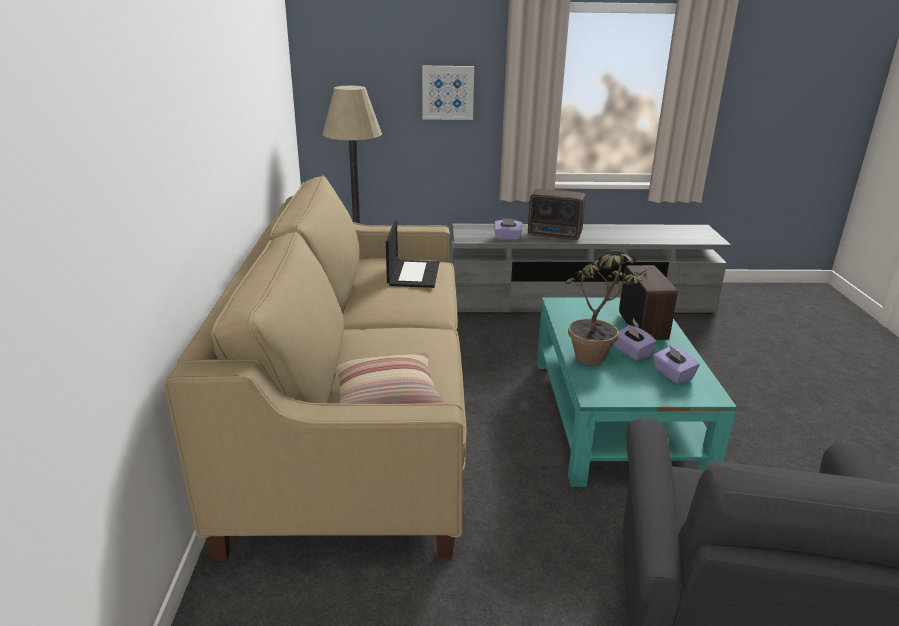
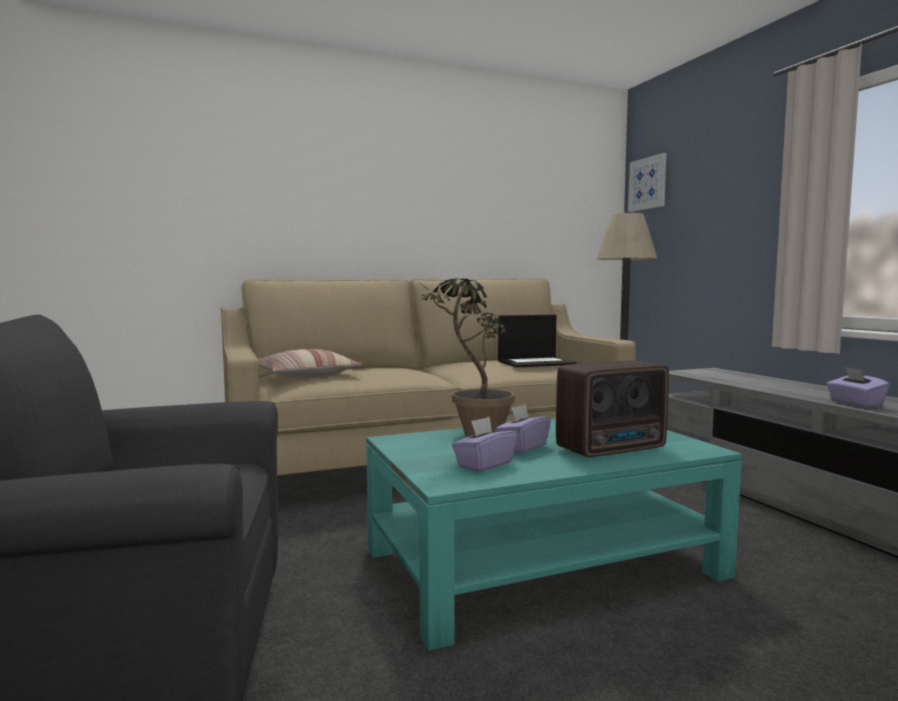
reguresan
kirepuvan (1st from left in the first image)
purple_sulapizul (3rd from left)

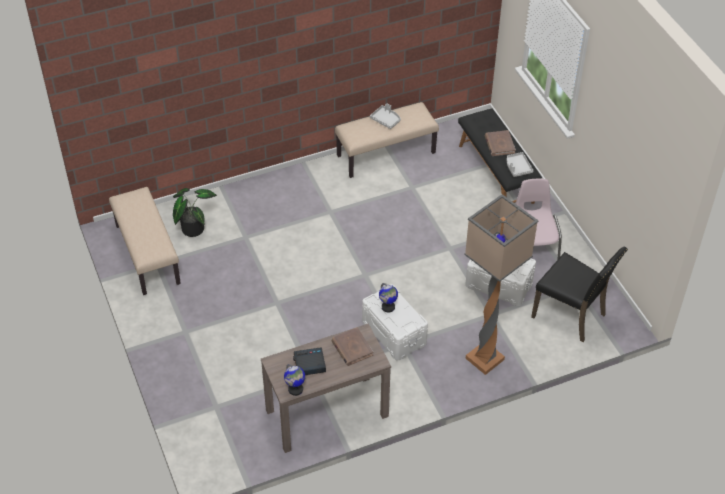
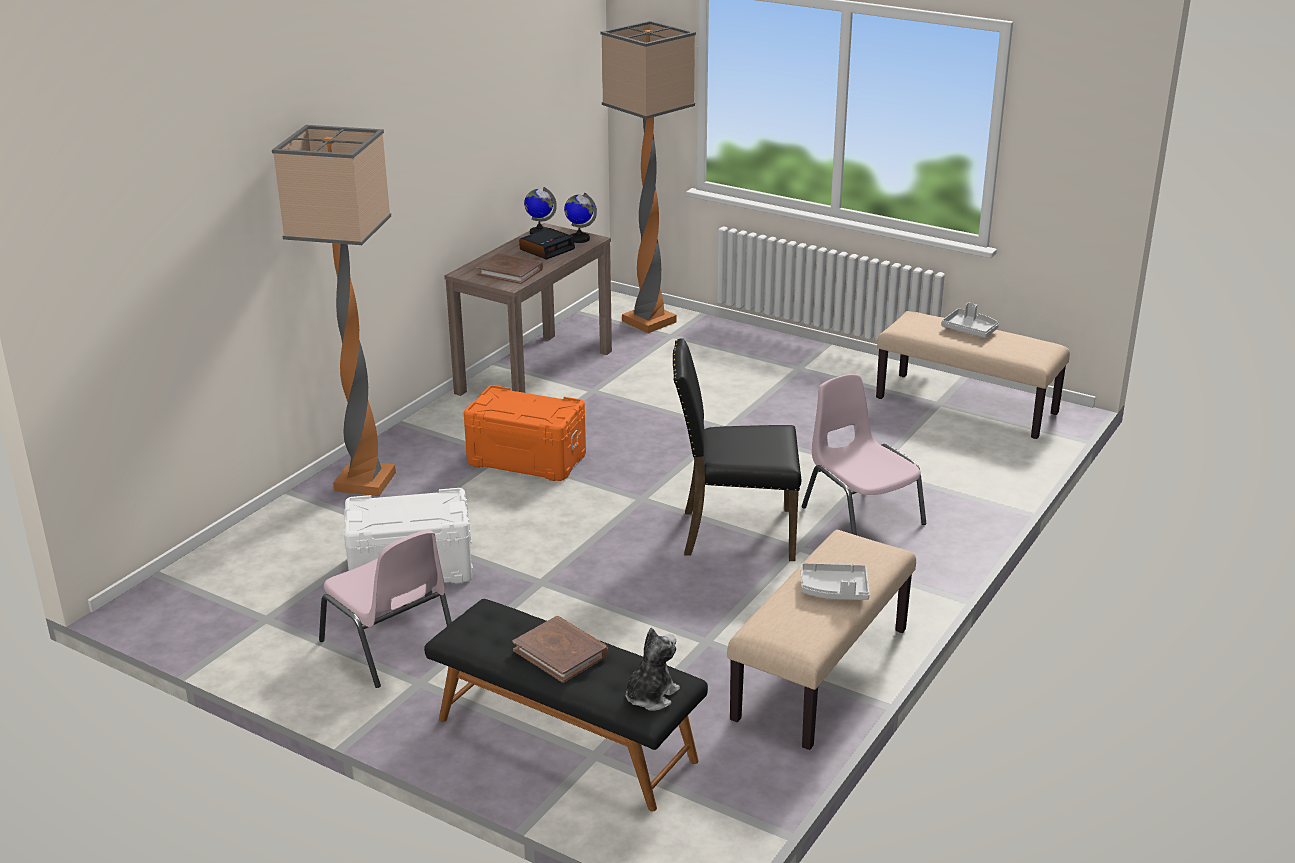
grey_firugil (2nd from left)
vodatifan
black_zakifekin
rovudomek (2nd from left)
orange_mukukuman
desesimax (2nd from left)
pink_zakifekin (2nd from left)
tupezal

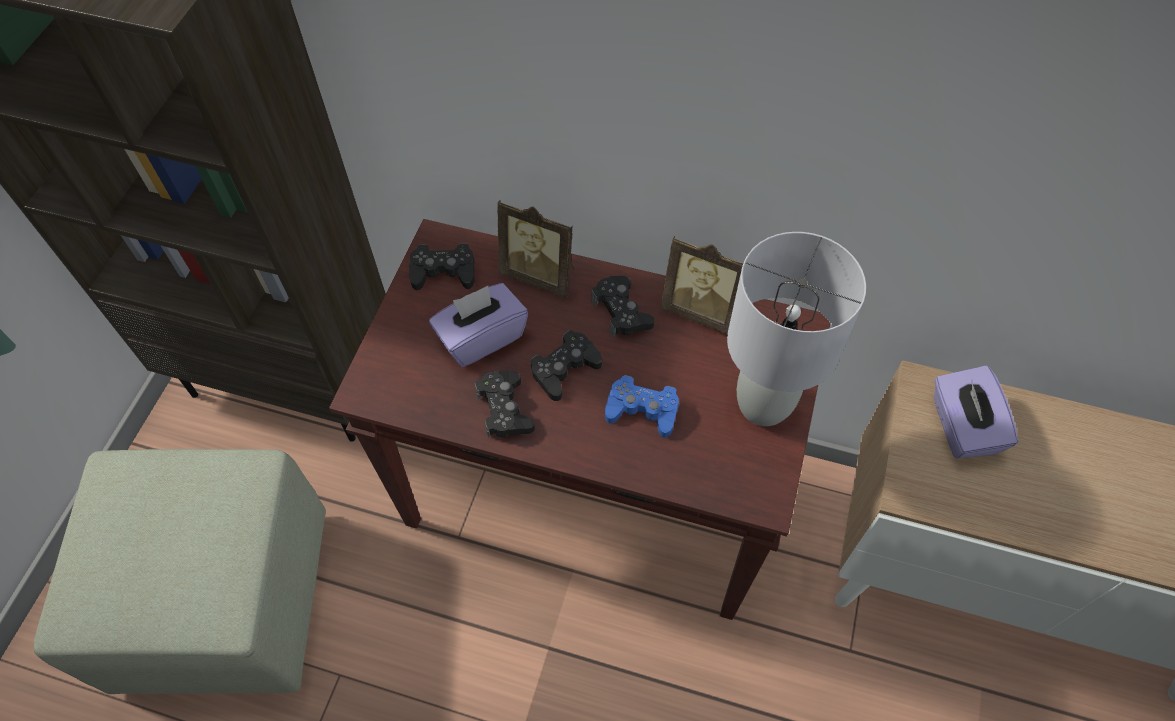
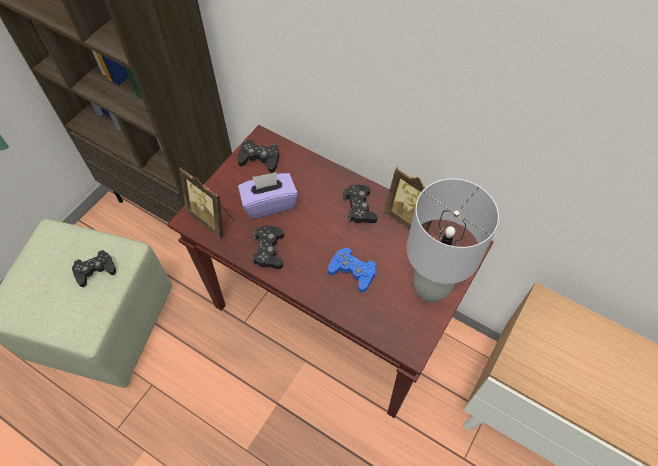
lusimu (1st from left)
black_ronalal (1st from left)
purple_sulapizul (2nd from left in the first image)

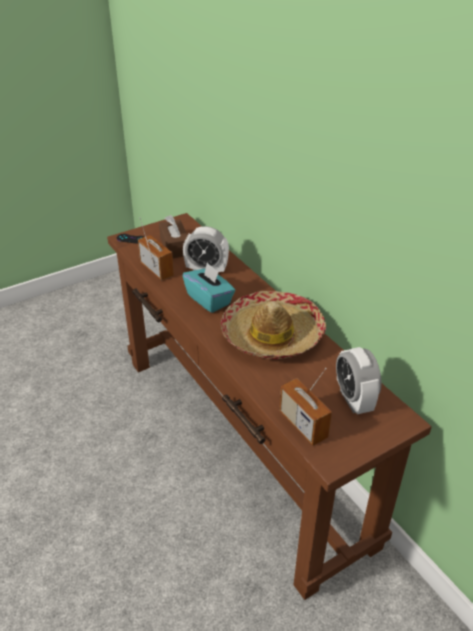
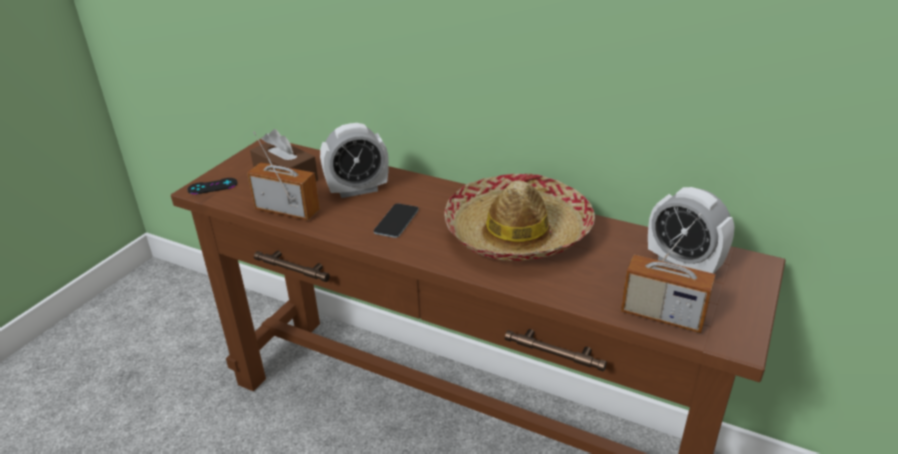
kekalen

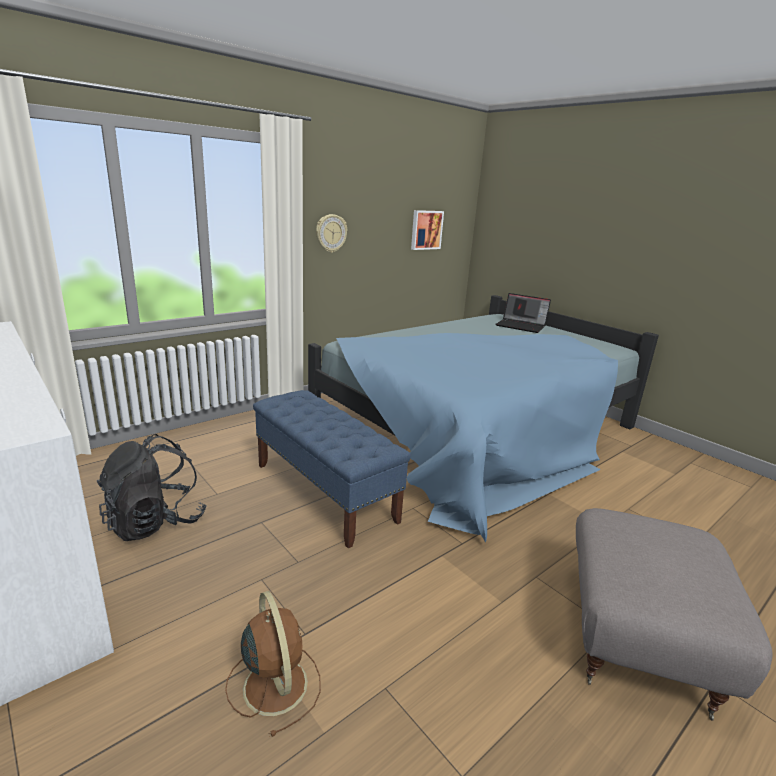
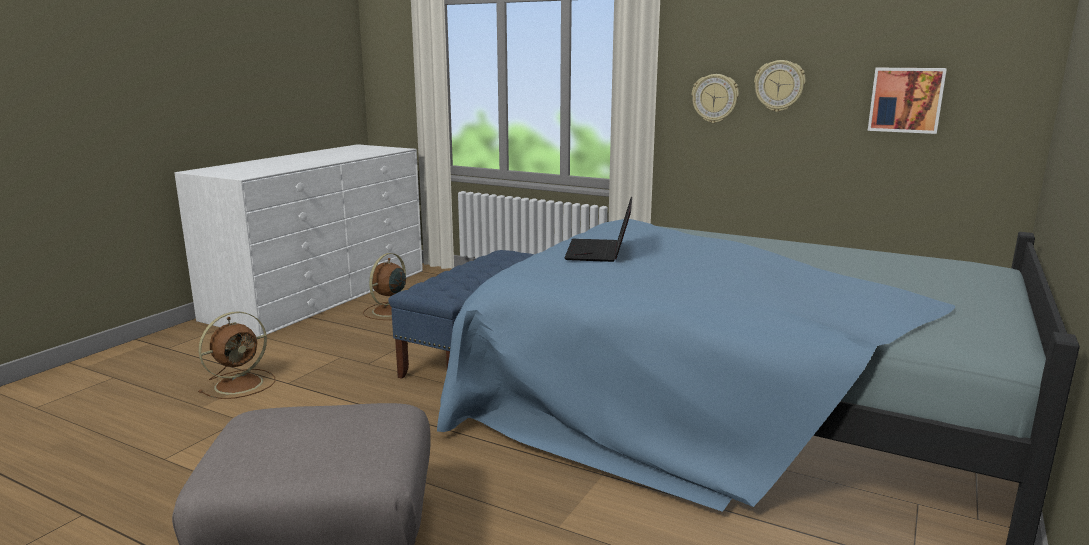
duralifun
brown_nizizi (2nd from left)
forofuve (2nd from left)

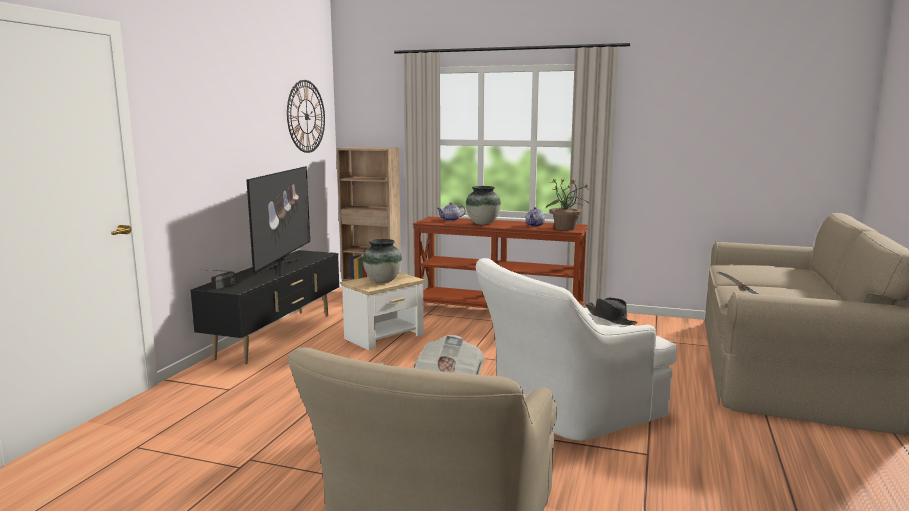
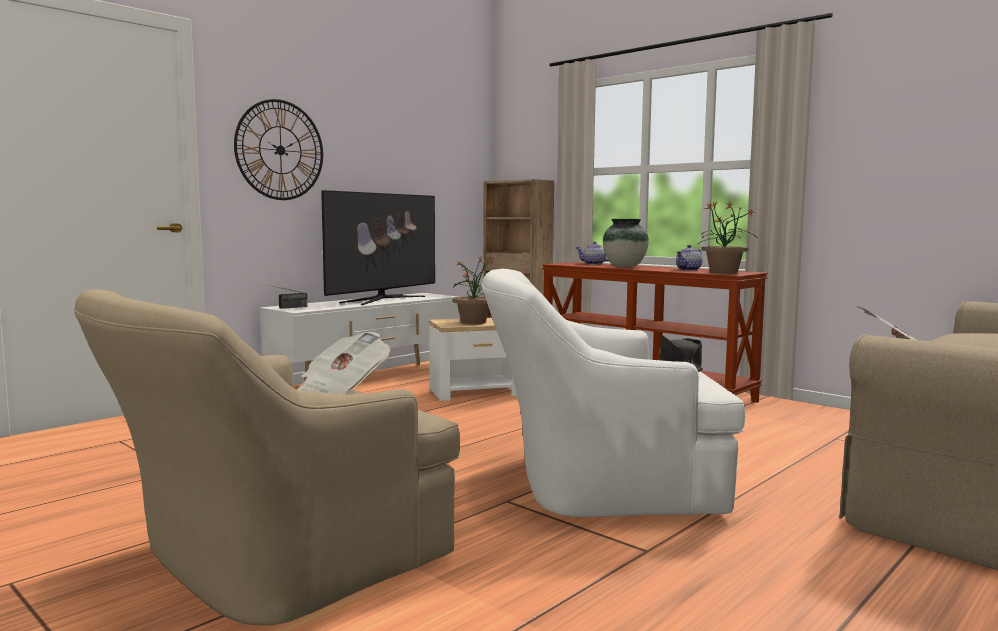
forofuve
vodatifan (1st from left)
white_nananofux

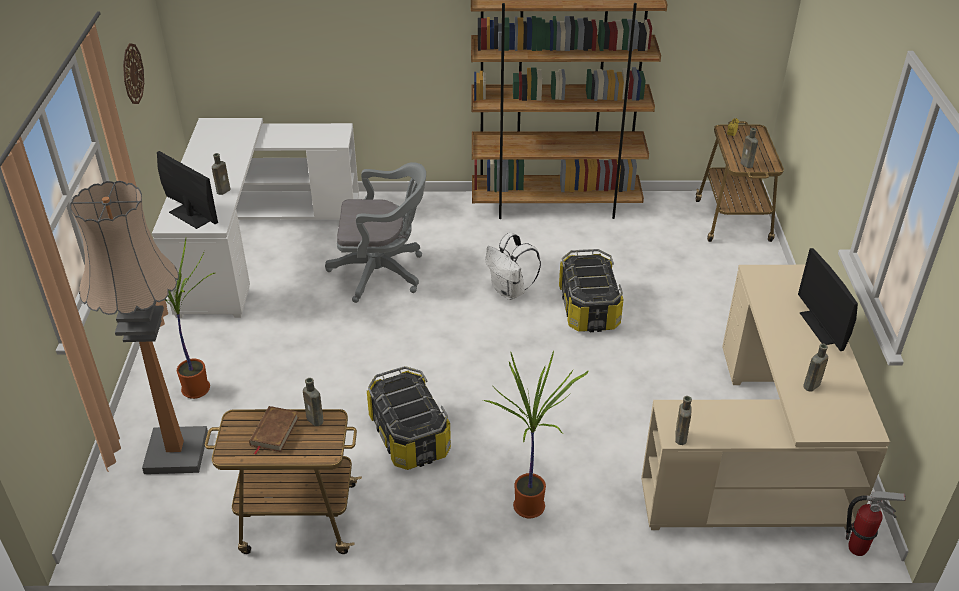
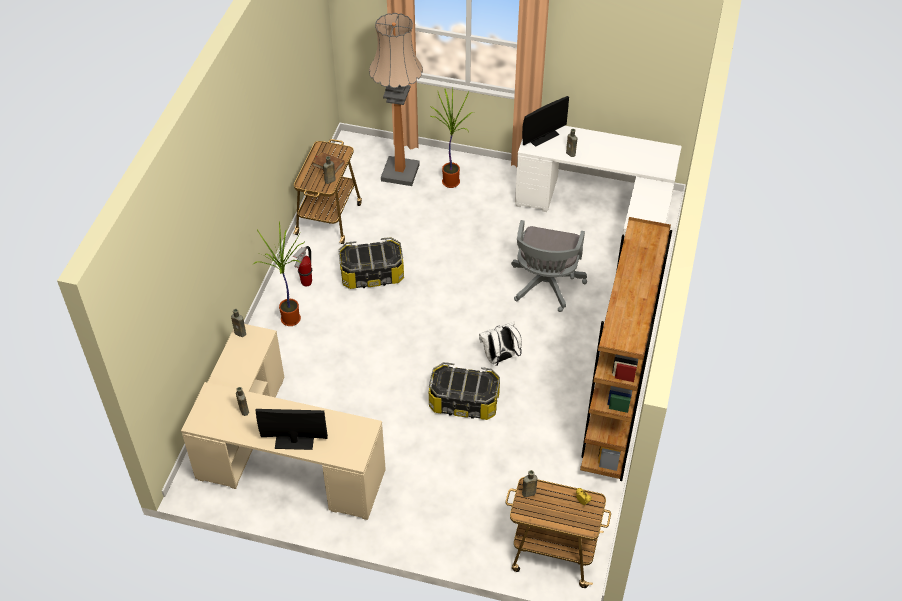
forofuve
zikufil

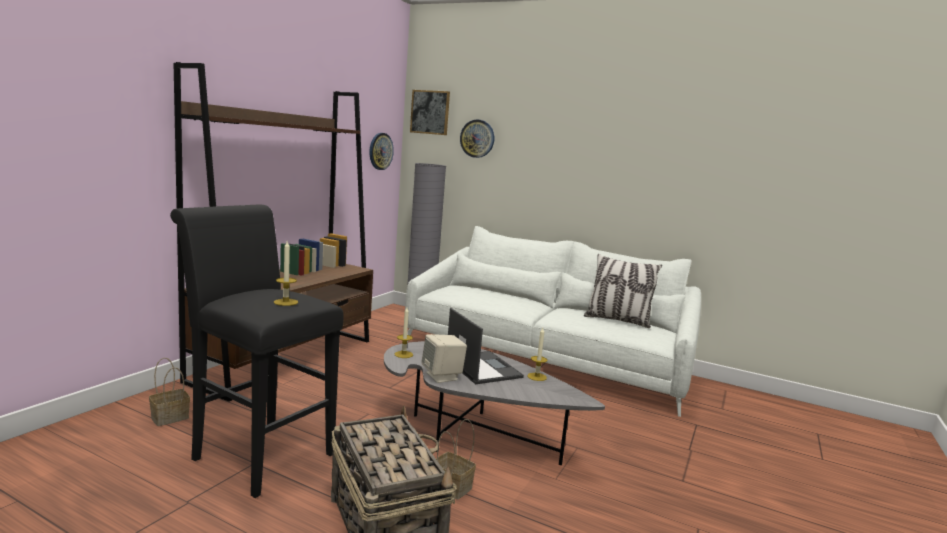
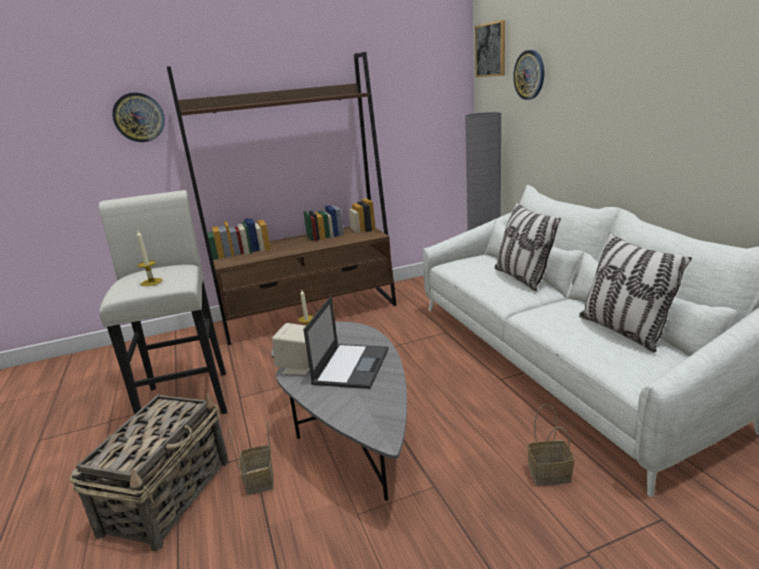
forofuve (1st from left)
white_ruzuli
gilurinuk (3rd from left in the first image)
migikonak (3rd from left)
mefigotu (1st from left)

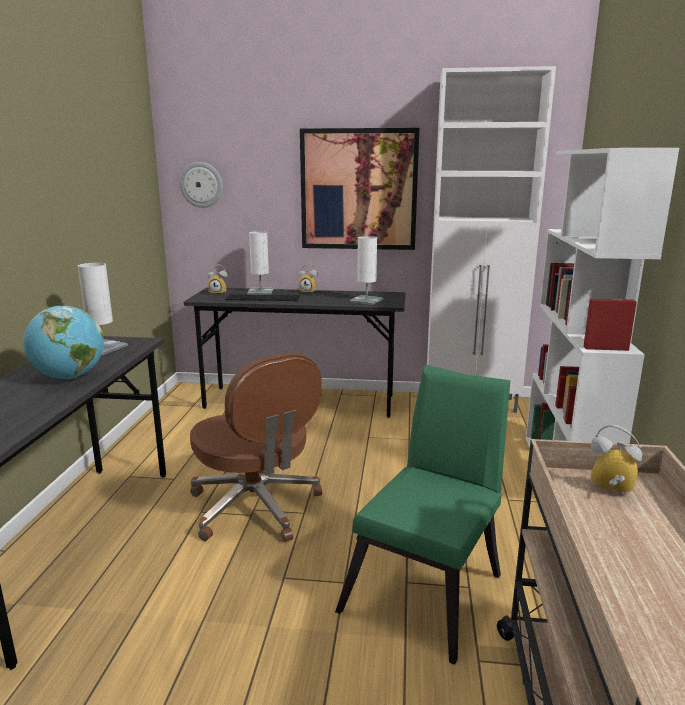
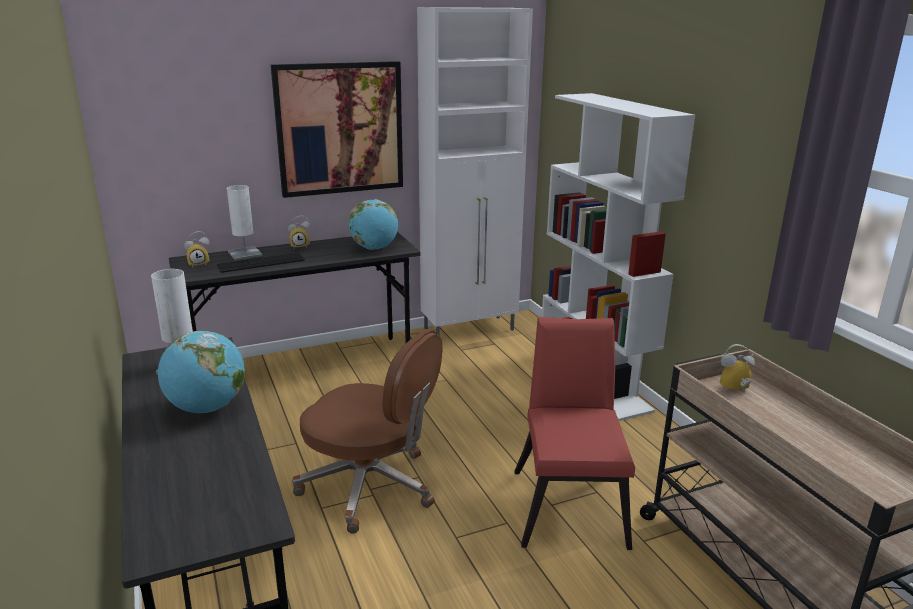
forofuve
rovudomek (2nd from left)
red_zakifekin

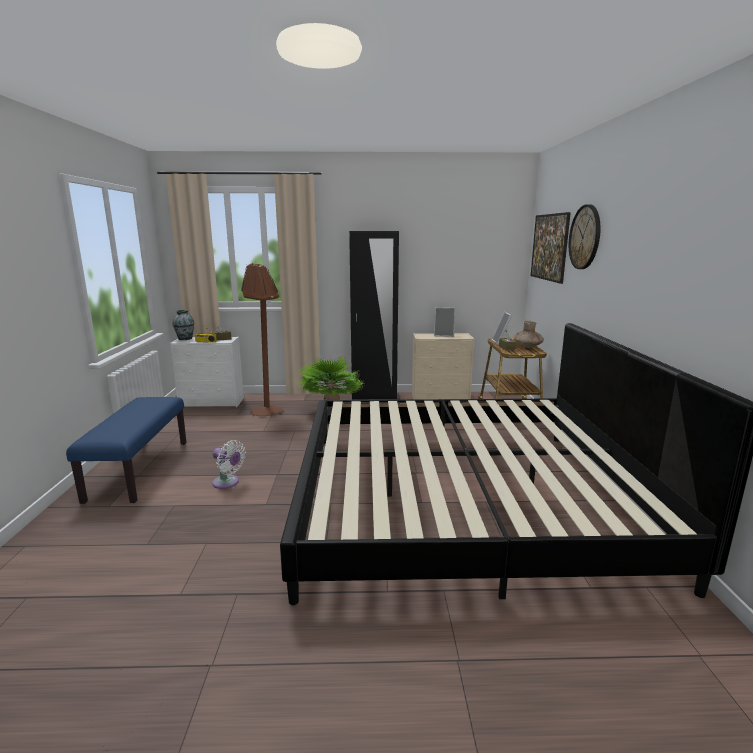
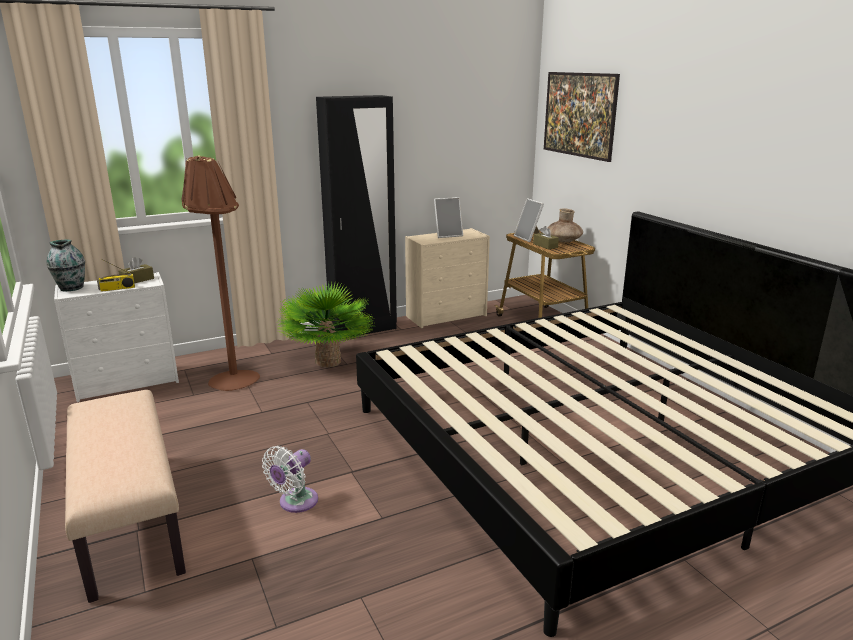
forofuve
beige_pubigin
white_nizizi

